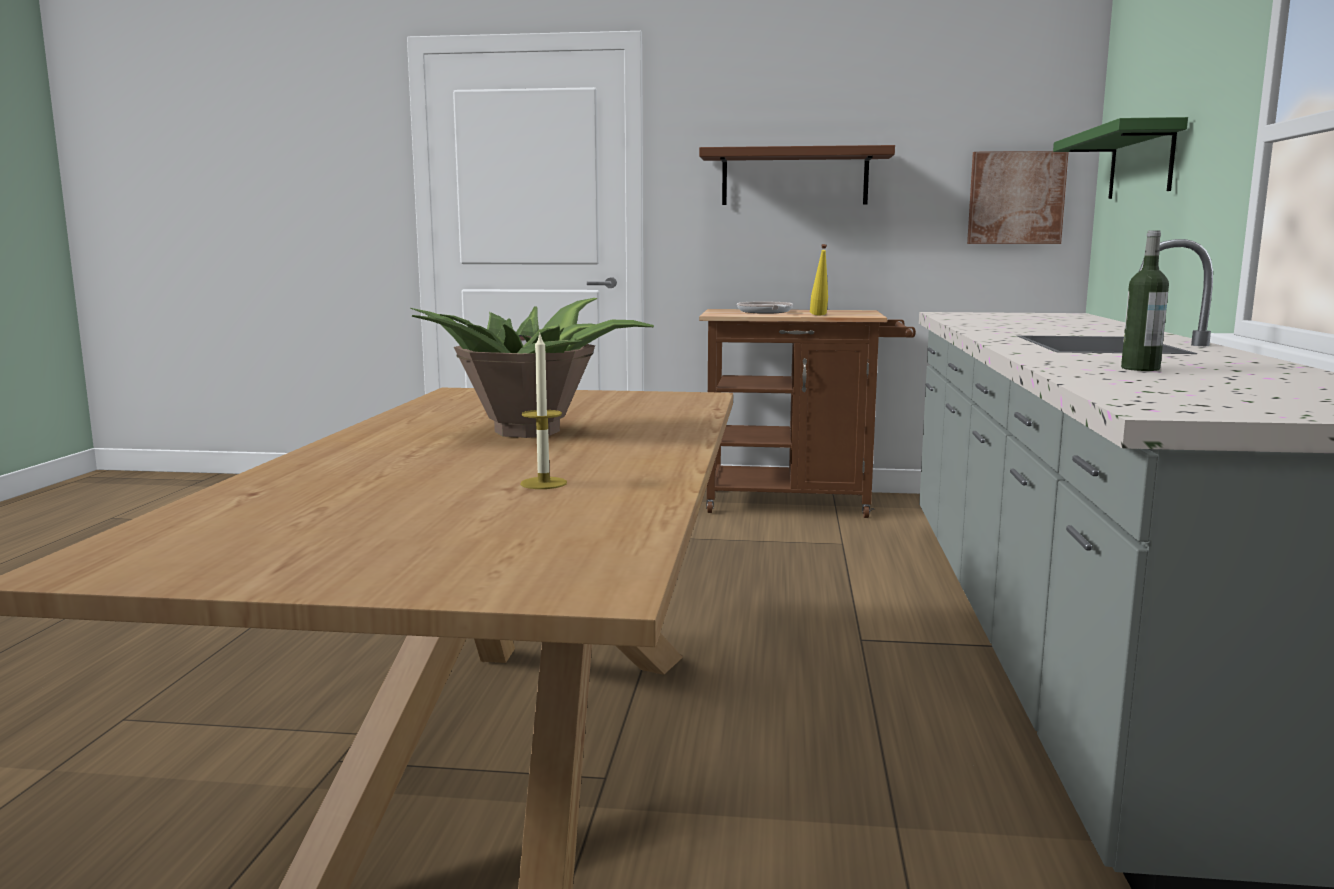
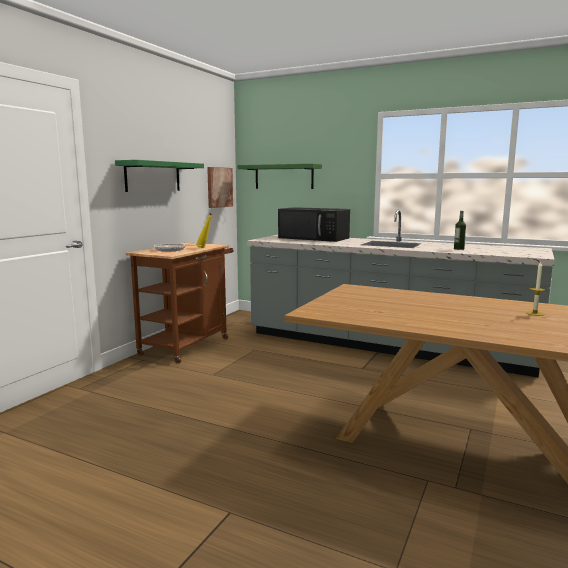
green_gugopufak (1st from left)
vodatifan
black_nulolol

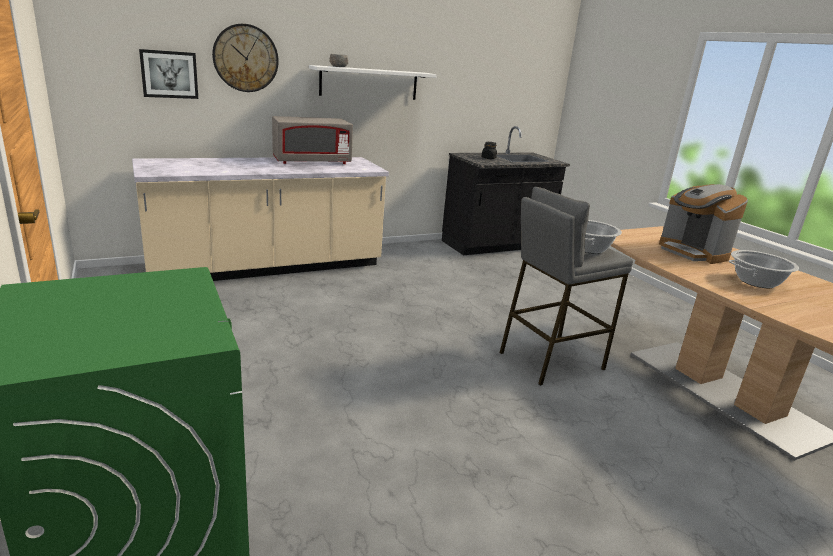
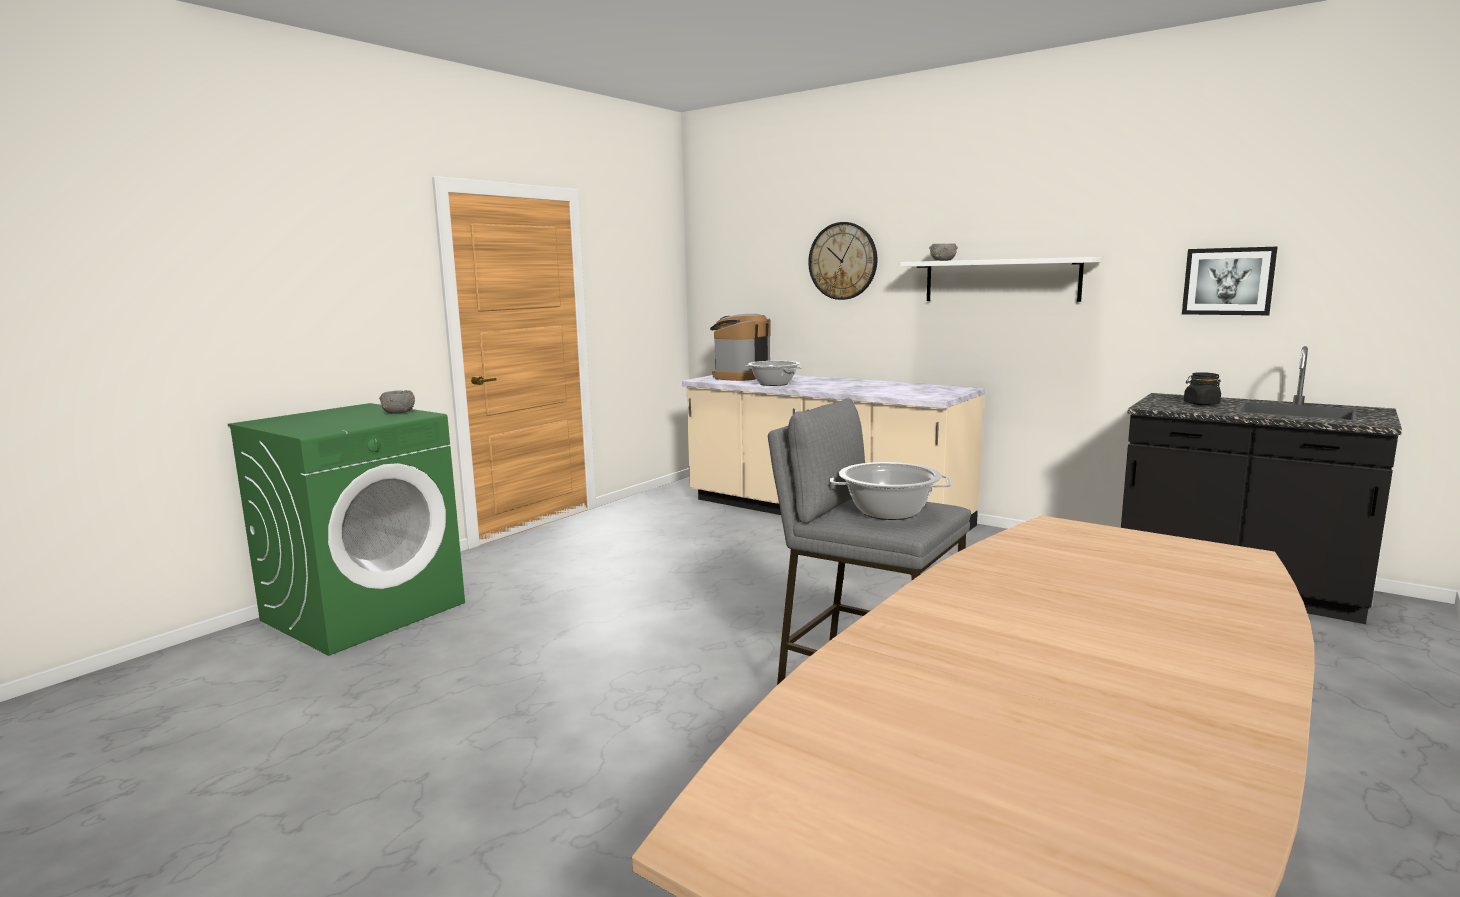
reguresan
grey_nulolol
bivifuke
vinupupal (1st from left)
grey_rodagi (1st from left)

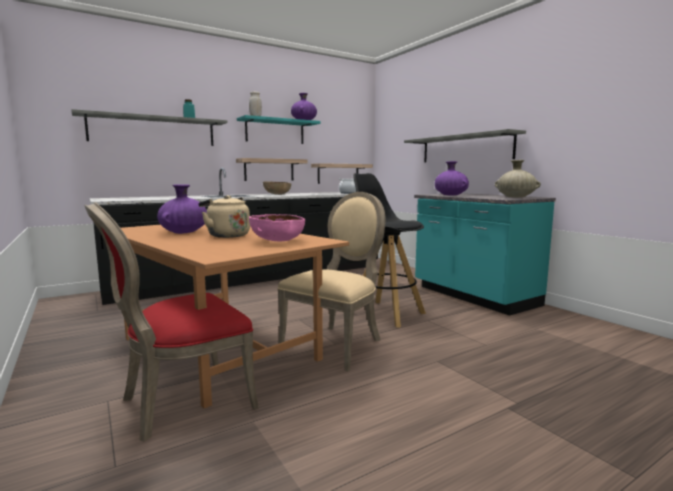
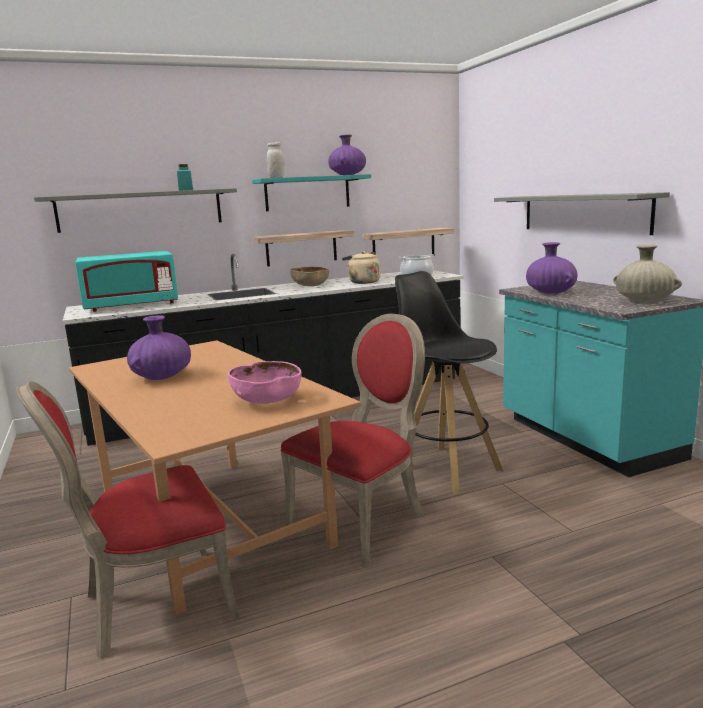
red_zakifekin (2nd from left)
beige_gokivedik
turquoise_nulolol

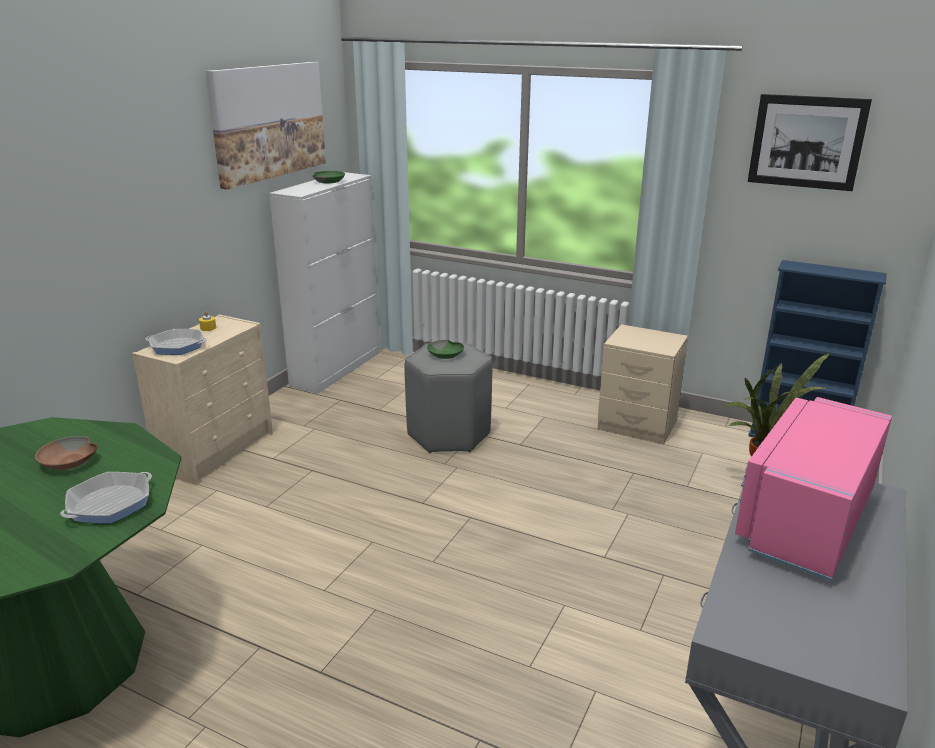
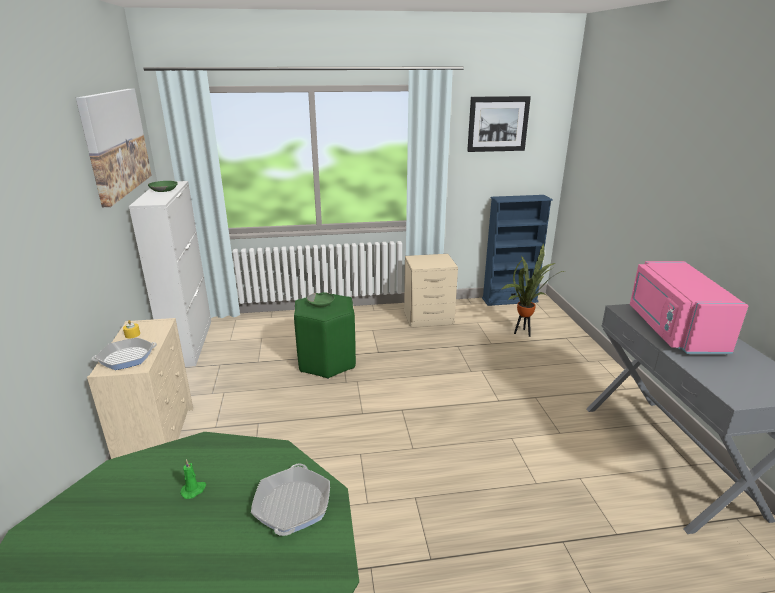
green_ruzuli
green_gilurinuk

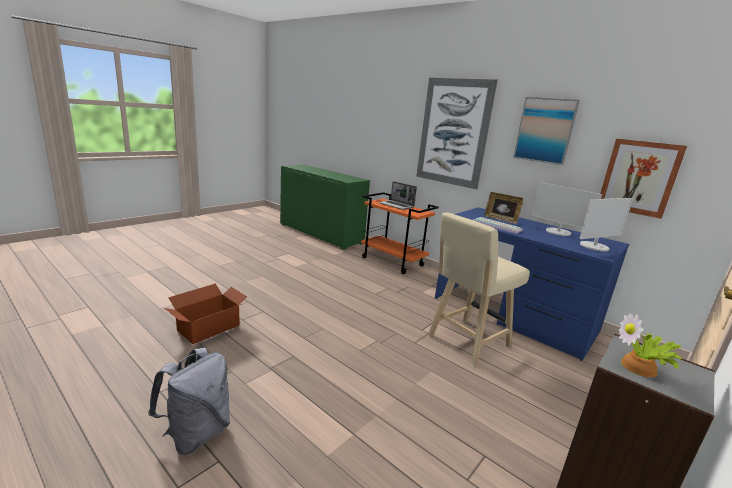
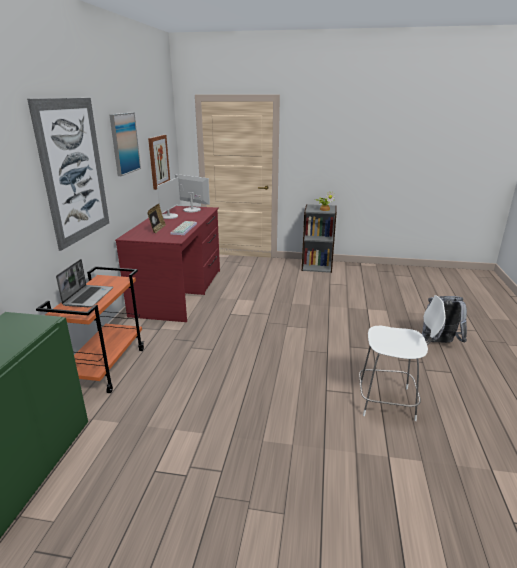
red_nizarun
beige_ruzuli
white_zakifekin

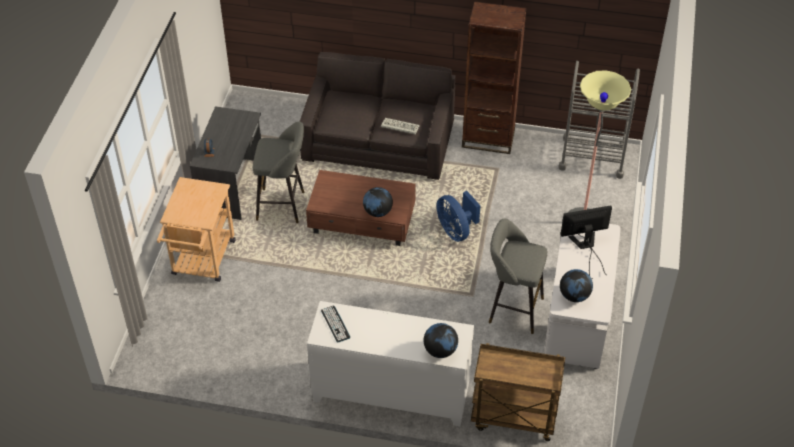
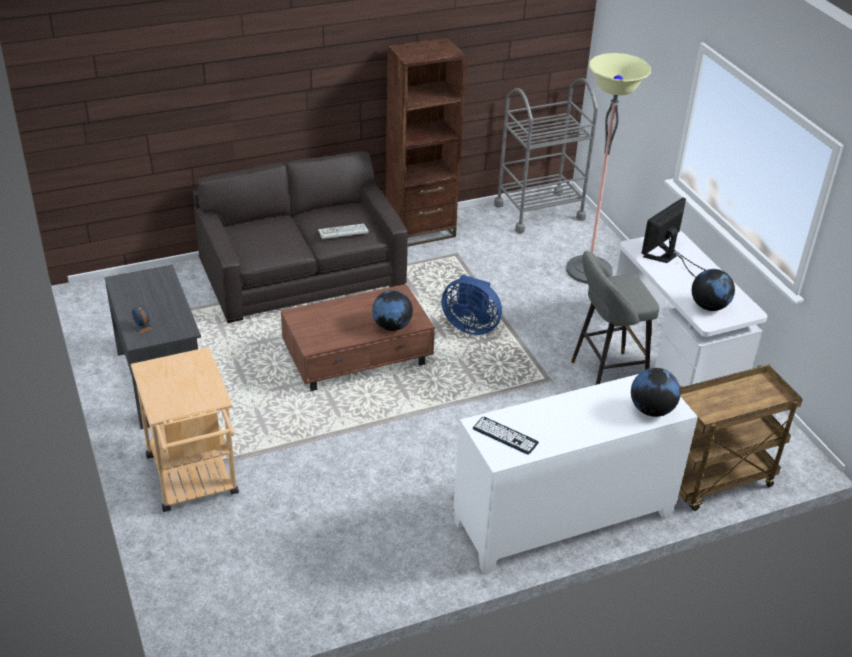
grey_ruzuli (1st from left in the first image)

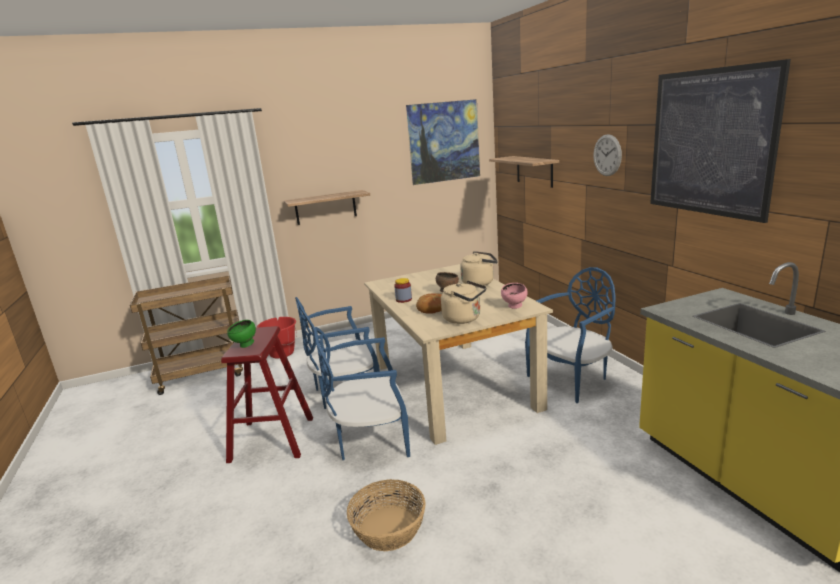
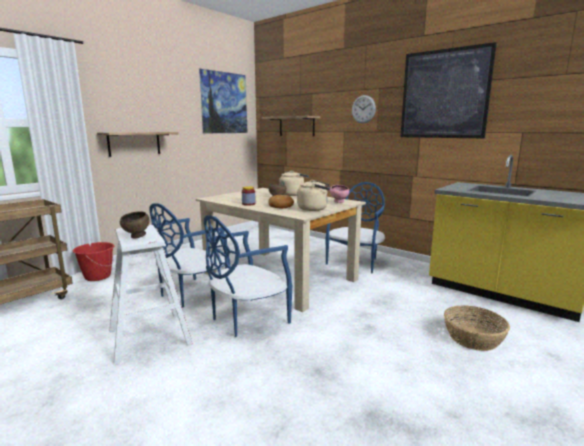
brown_rodagi (1st from left)
white_ruzuli
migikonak

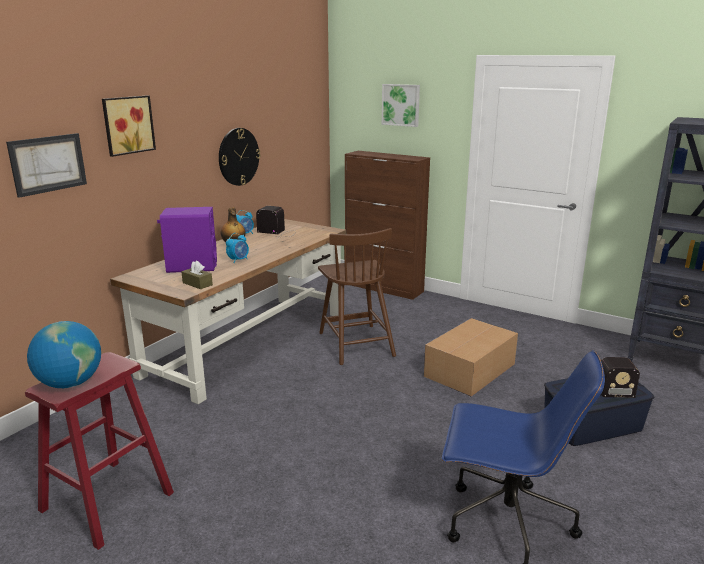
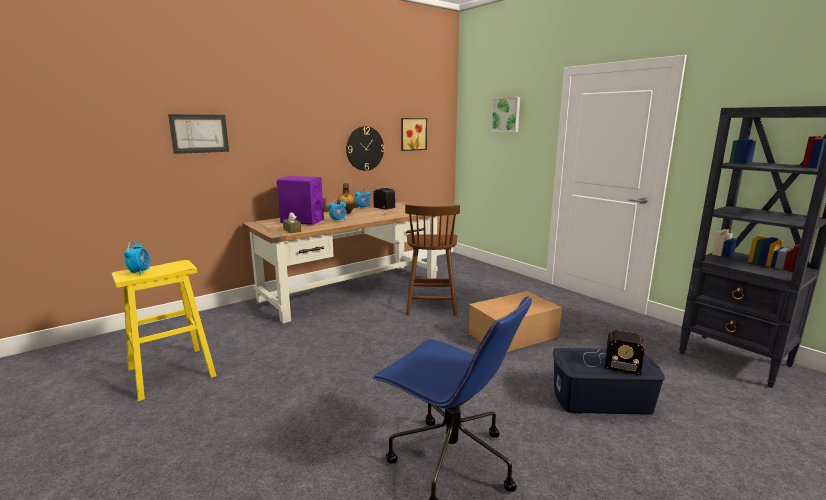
reguresan (2nd from left)
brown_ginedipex
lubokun (1st from left)
yellow_ruzuli

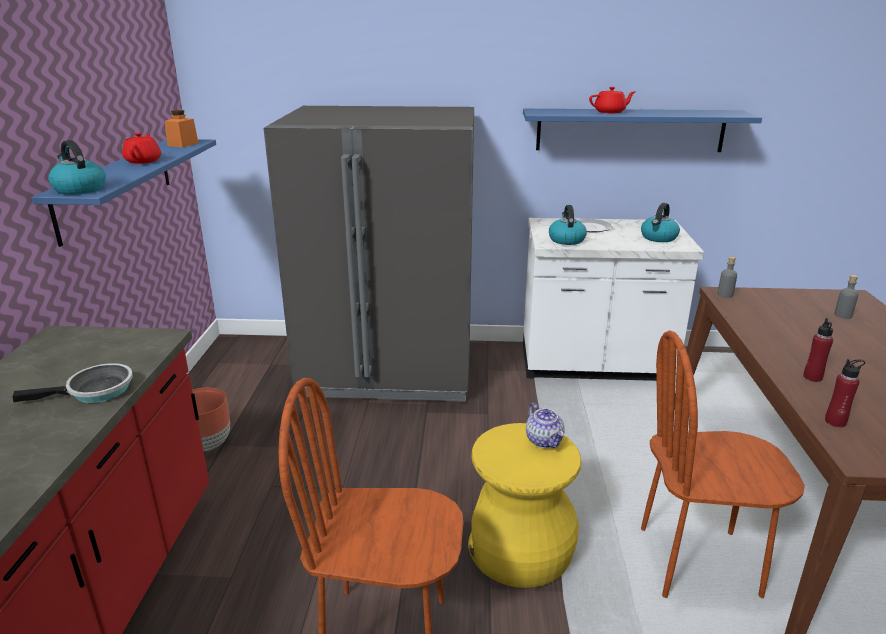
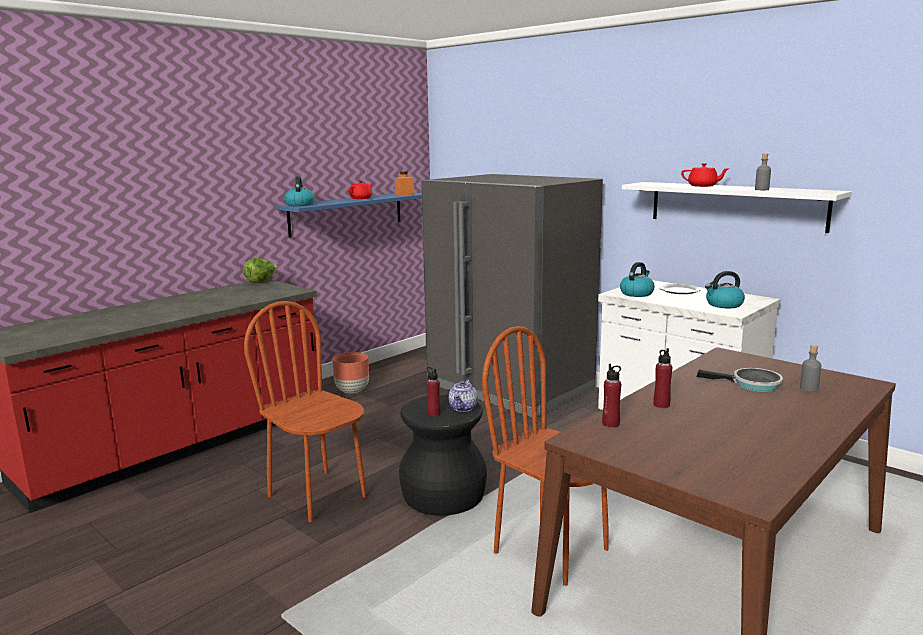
white_gugopufak
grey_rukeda (1st from left)
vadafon
black_ruzuli
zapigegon
red_rukeda (1st from left)

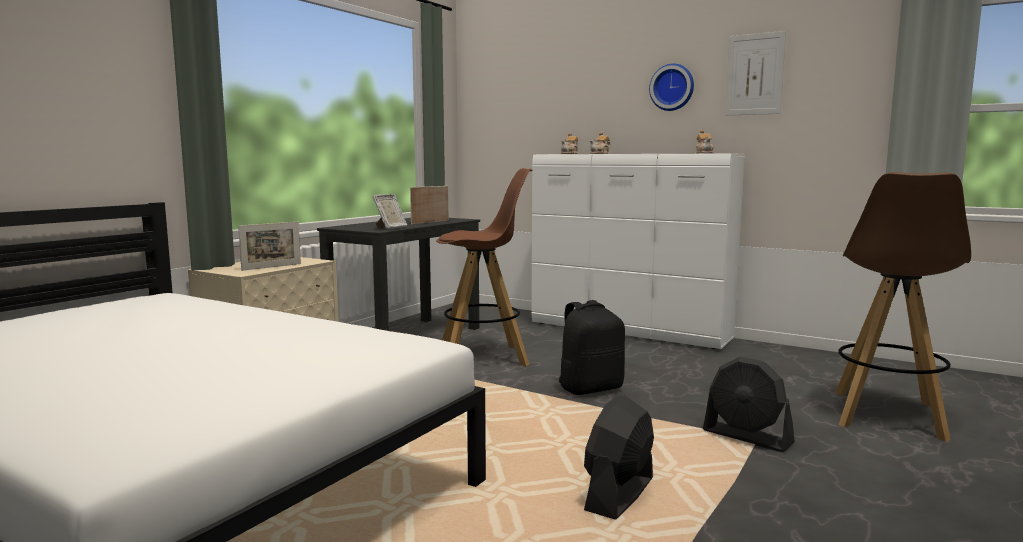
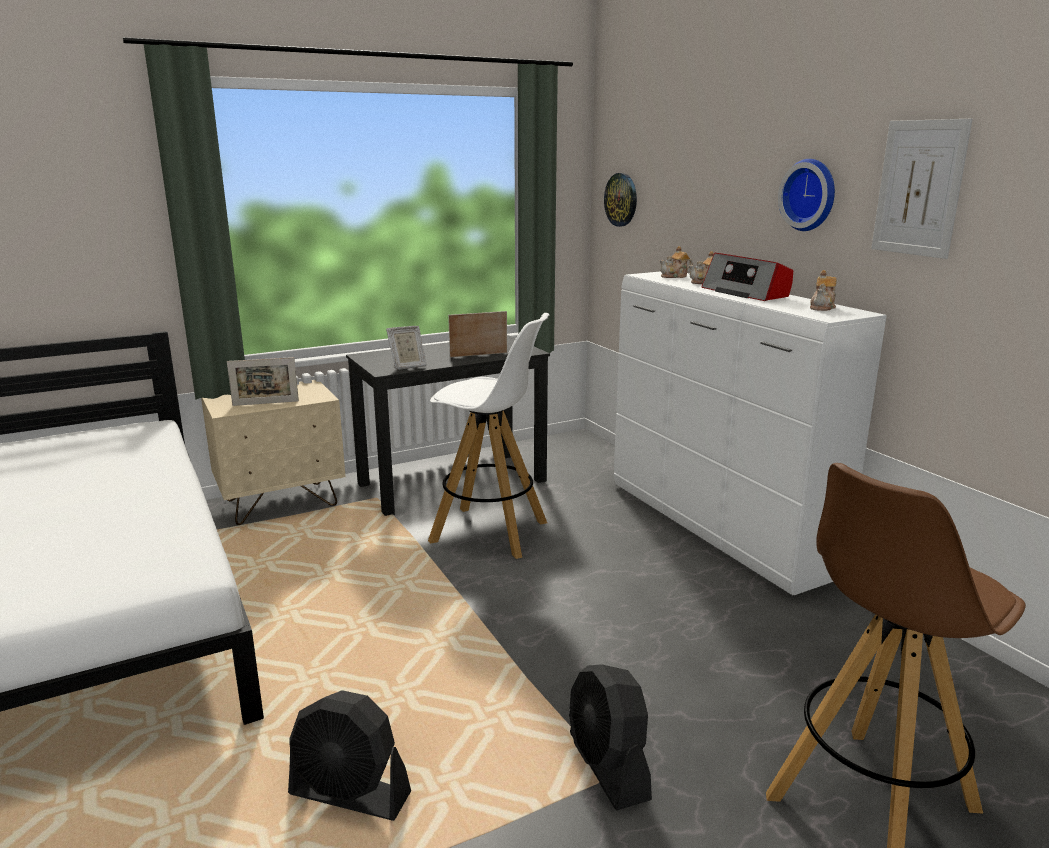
white_ruzuli
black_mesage
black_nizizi (1st from left)
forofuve (1st from left)
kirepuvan

